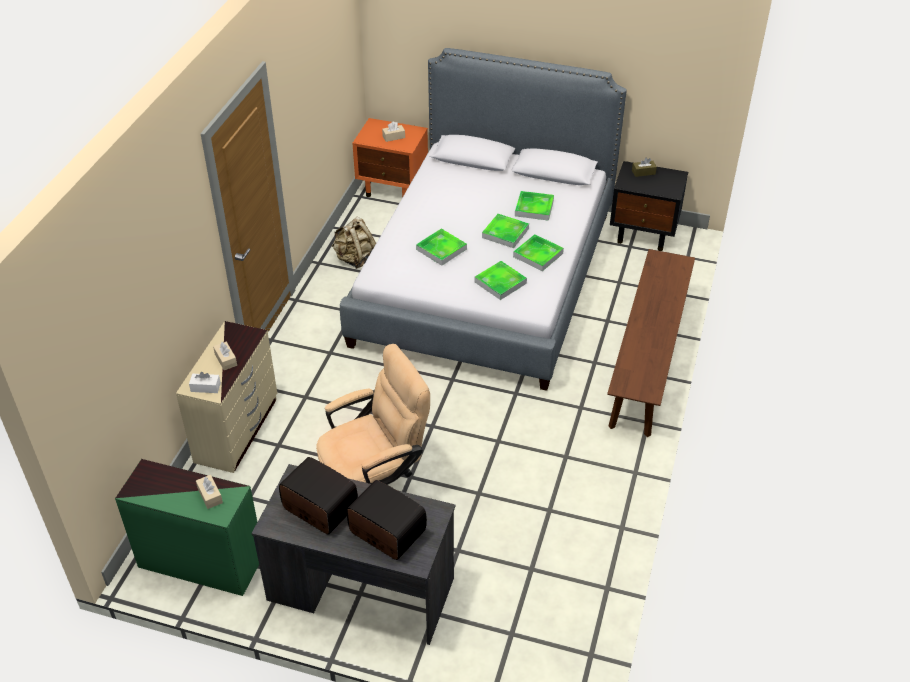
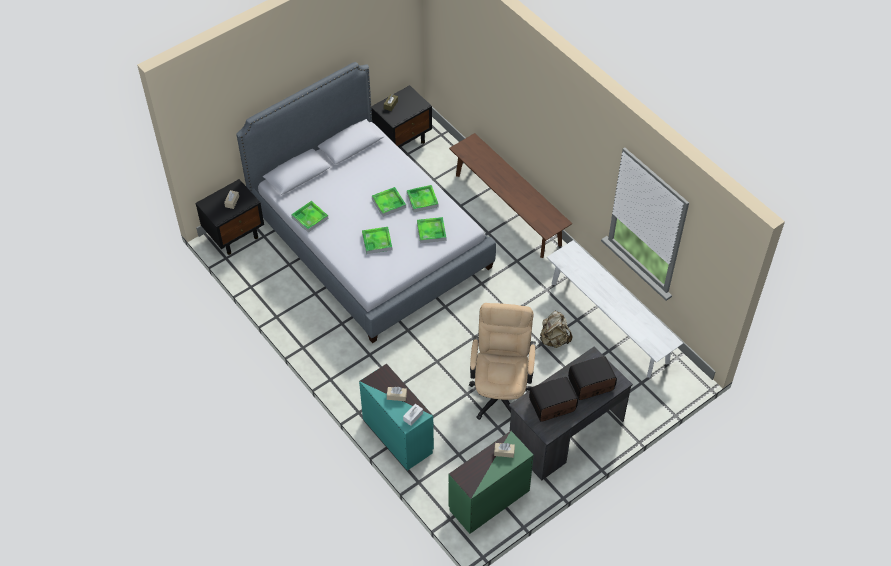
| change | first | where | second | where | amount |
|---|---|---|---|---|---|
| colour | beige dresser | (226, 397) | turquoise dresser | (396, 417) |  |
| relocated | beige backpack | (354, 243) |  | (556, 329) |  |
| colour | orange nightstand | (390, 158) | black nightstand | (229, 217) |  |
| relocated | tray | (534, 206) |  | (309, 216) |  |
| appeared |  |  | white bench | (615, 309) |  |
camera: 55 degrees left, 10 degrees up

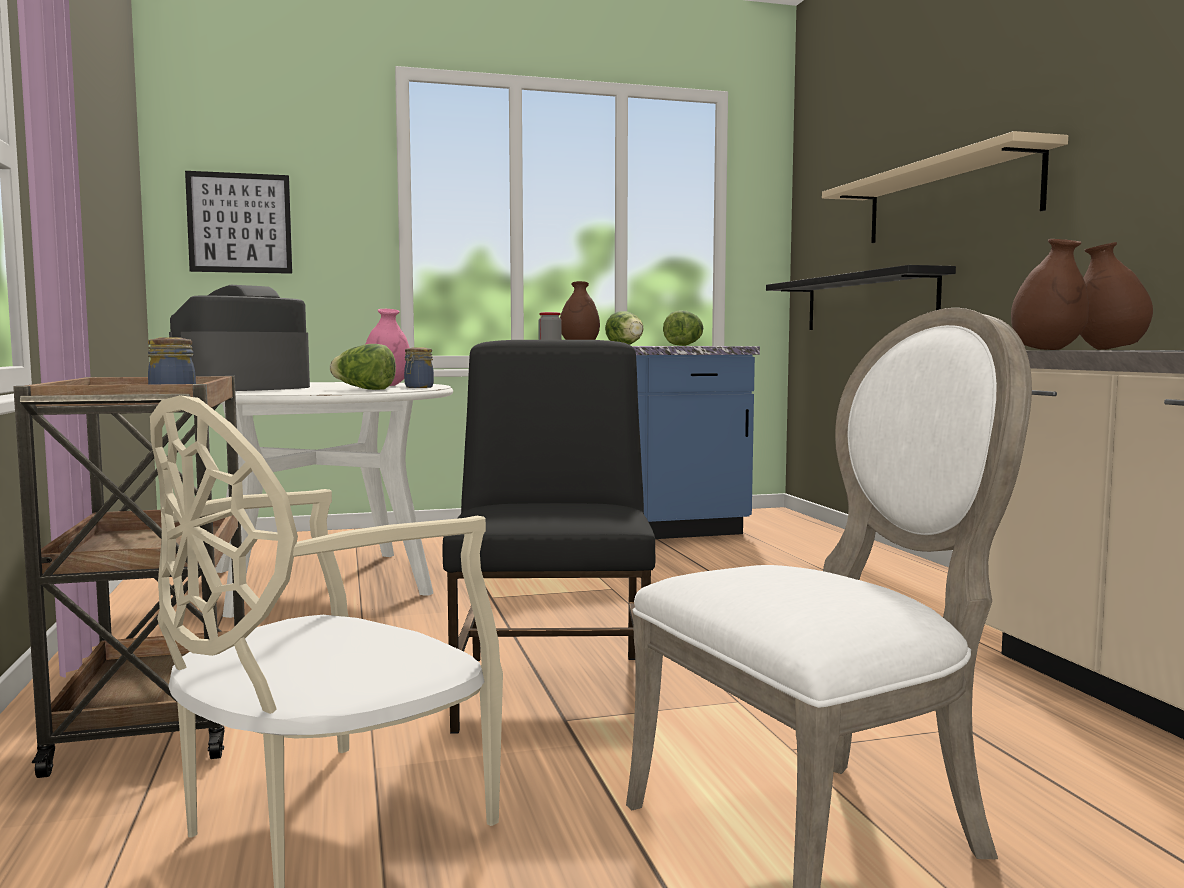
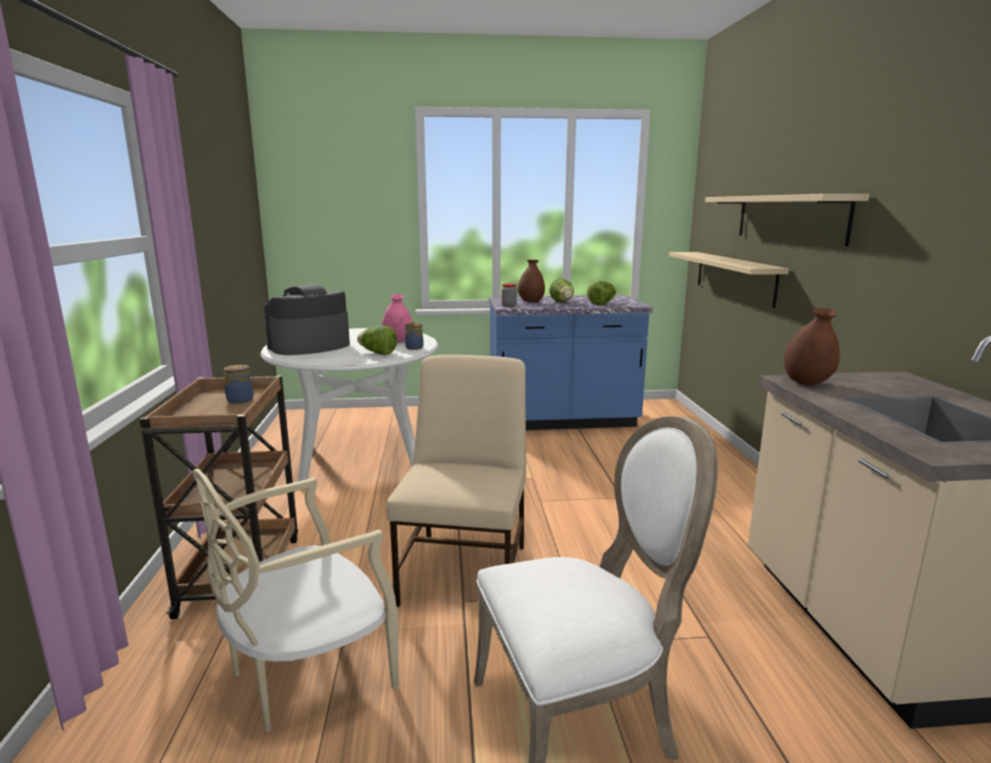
| change | first | where | second | where | amount |
|---|---|---|---|---|---|
| missing | picture | (238, 222) |  |  |  |
| colour | black chair | (549, 537) | beige chair | (456, 481) |  |
| colour | black shelf | (861, 297) | beige shelf | (729, 280) |  |
| missing | brown vase | (1116, 296) |  |  |  |
camera: 10 degrees right, 10 degrees up

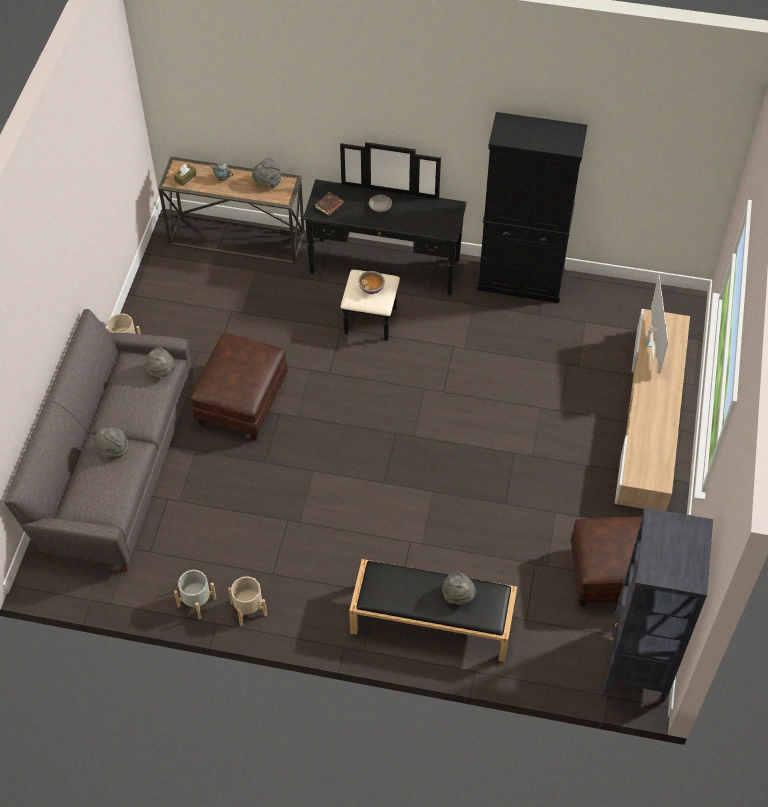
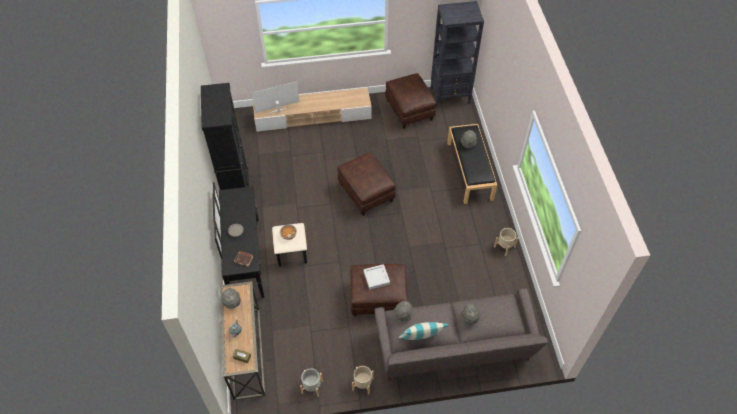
| change | first | where | second | where | amount |
|---|---|---|---|---|---|
| relocated | grey planter | (195, 594) |  | (311, 382) |  |
| appeared |  |  | brown ottoman | (366, 184) |  |
| appeared |  |  | grey tray | (376, 277) |  |
| appeared |  |  | pillow | (424, 331) |  |
camera: 110 degrees left, 0 degrees up

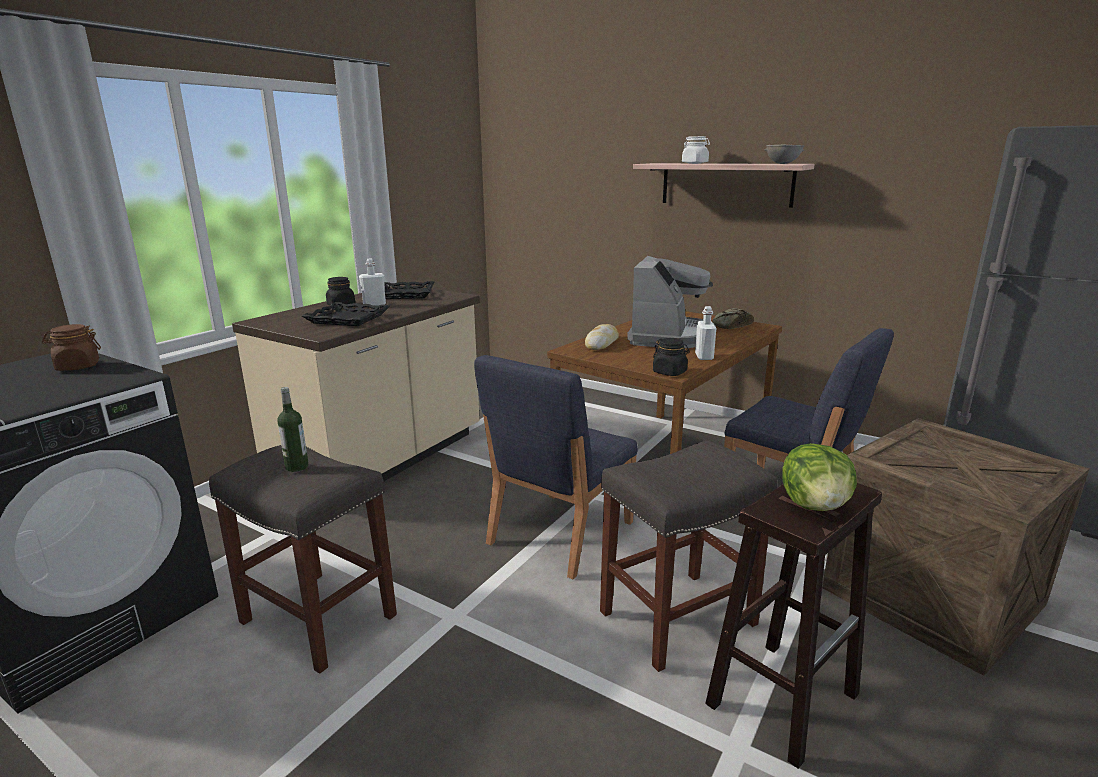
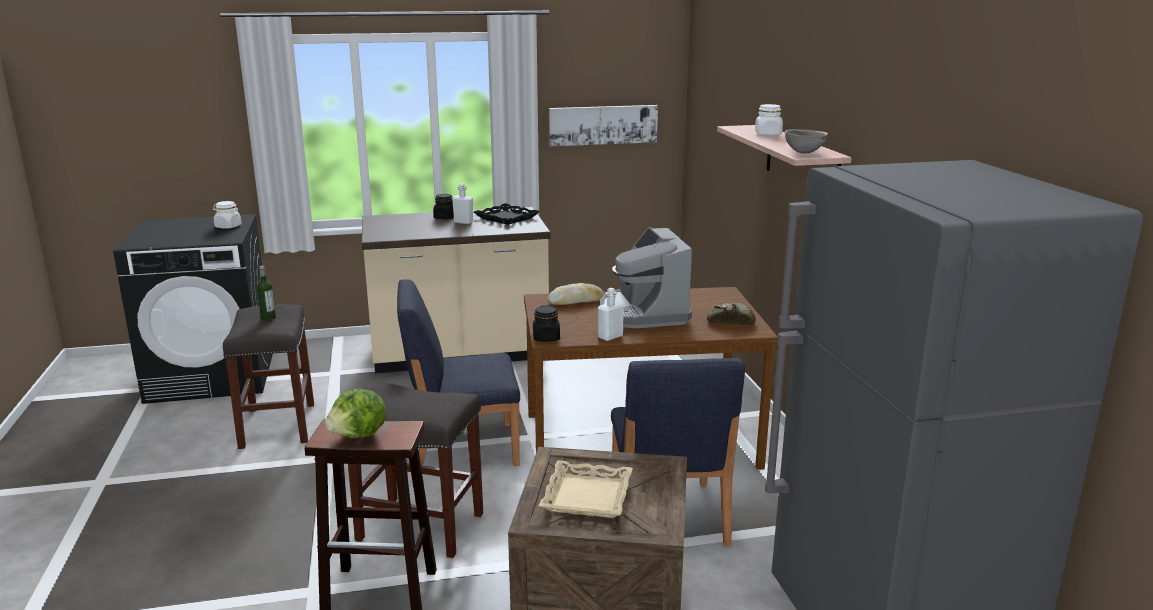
| change | first | where | second | where | amount |
|---|---|---|---|---|---|
| colour | brown jar | (71, 347) | white jar | (227, 215) |  |
| missing | black tray | (346, 314) |  |  |  |
| spun | coffee machine | (671, 302) |  | (646, 278) | 105 degrees clockwise |
| appeared |  |  | beige tray | (586, 489) |  |
| appeared |  |  | picture | (603, 125) |  |
camera: 45 degrees right, 0 degrees up

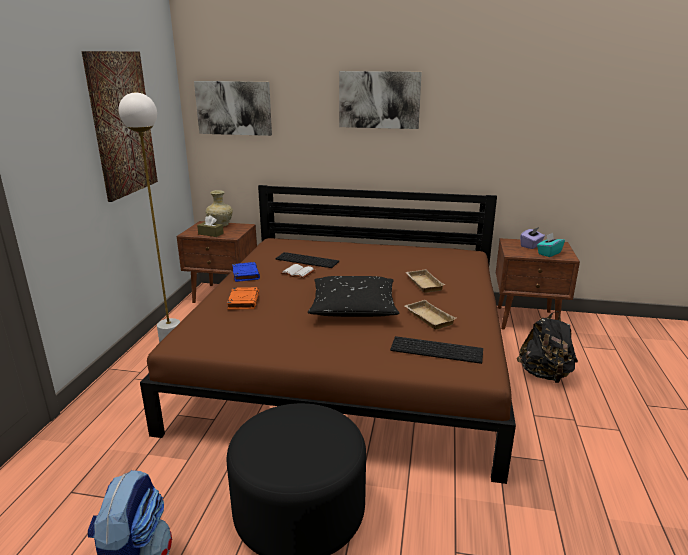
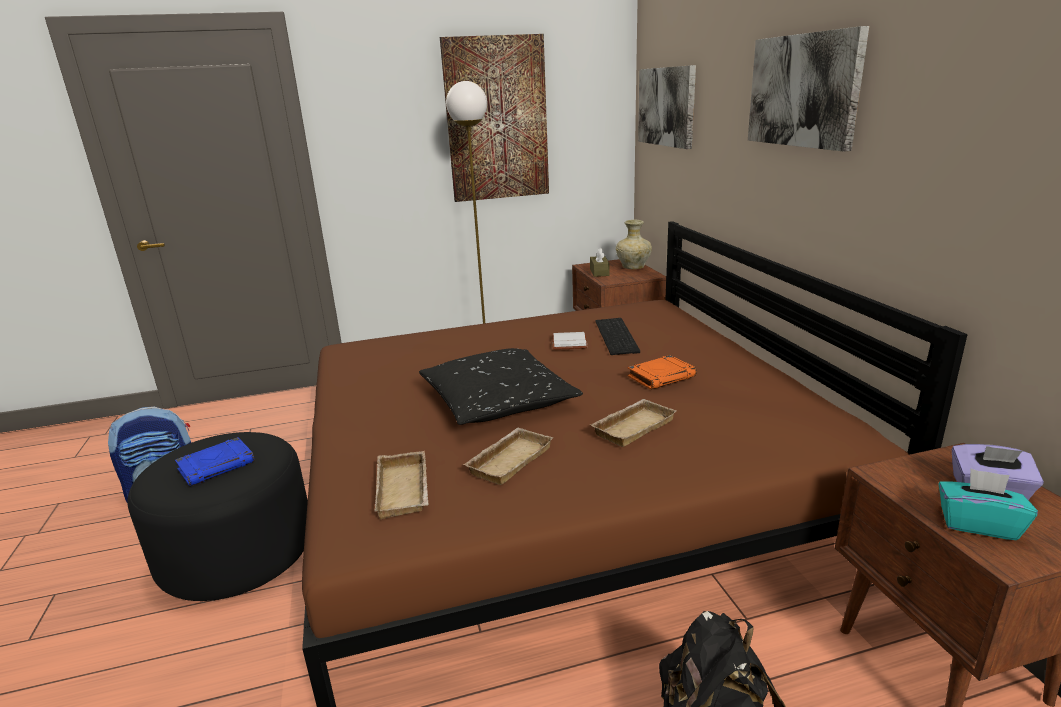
| change | first | where | second | where | amount |
|---|---|---|---|---|---|
| relocated | orange book | (243, 298) |  | (662, 372) |  |
| relocated | blue book | (246, 272) |  | (215, 461) |  |
| exchanged | keyboard | (436, 350) | beige tray | (401, 485) |  |
camera: 65 degrees right, 0 degrees up

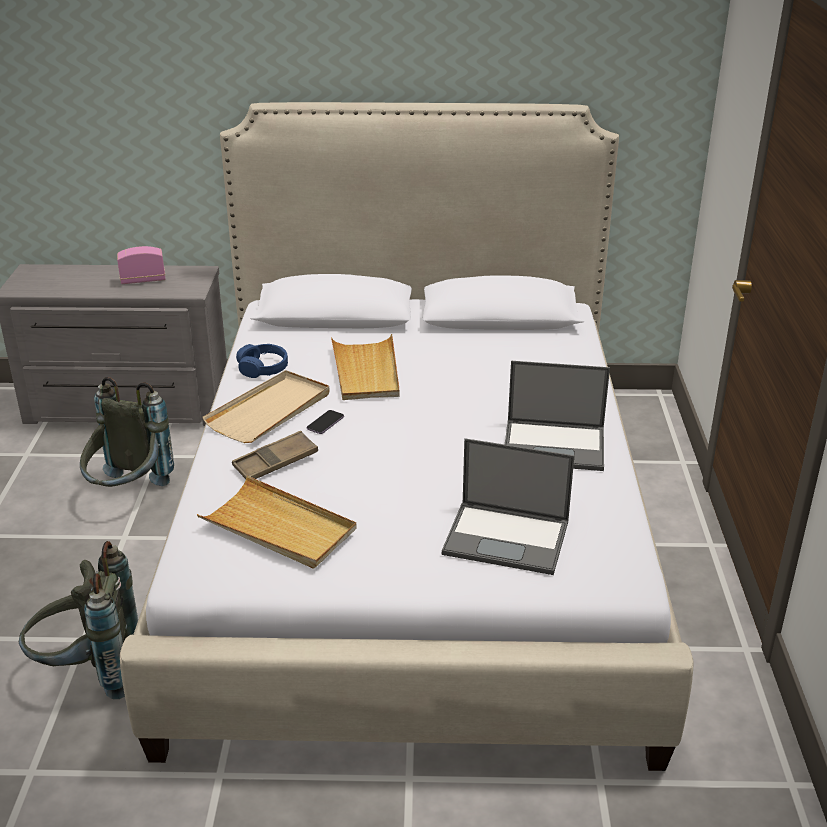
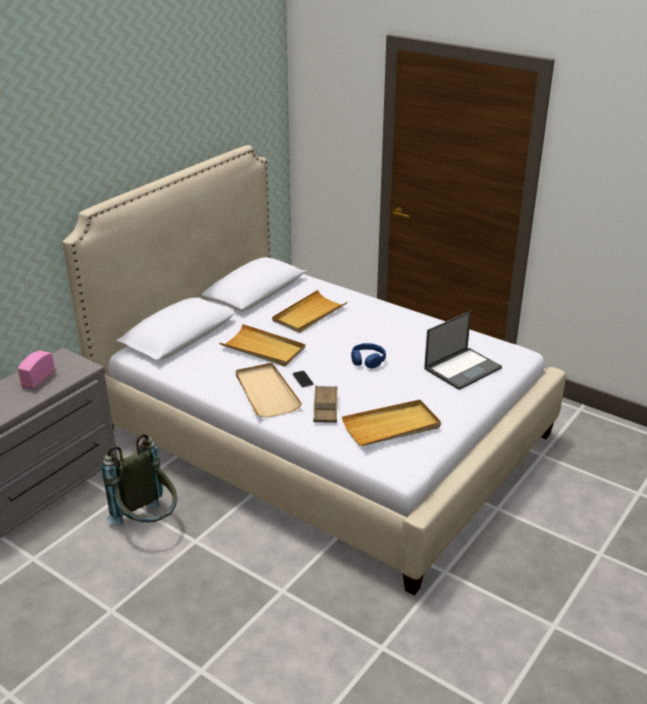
| change | first | where | second | where | amount |
|---|---|---|---|---|---|
| missing | grey backpack | (78, 620) |  |  |  |
| relocated | blue headphones | (262, 361) |  | (368, 356) |  |
| missing | laptop | (557, 416) |  |  |  |
| appeared |  |  | beige tray | (309, 311) |  |
camera: 55 degrees left, 0 degrees up

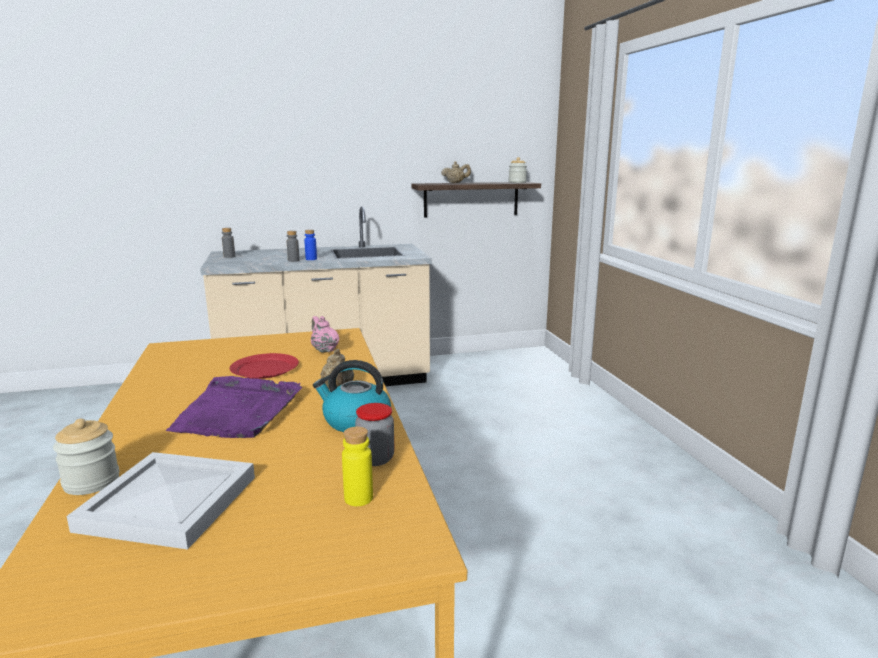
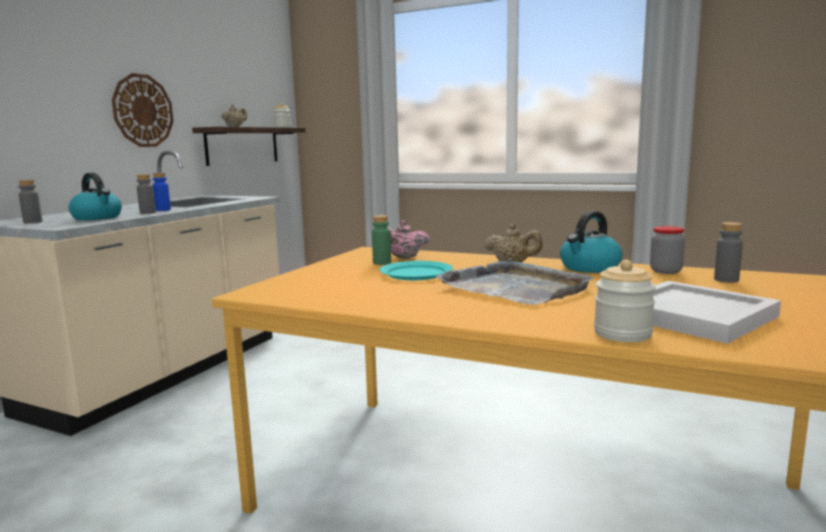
| change | first | where | second | where | amount |
|---|---|---|---|---|---|
| colour | purple tray | (233, 407) | grey tray | (514, 281) |  |
| colour | red plate | (264, 366) | turquoise plate | (416, 270) |  |
| colour | yellow bottle | (357, 466) | grey bottle | (728, 252) |  |
| appeared |  |  | kettle | (95, 196) |  |
| appeared |  |  | wall clock | (143, 110) |  |
| appeared |  |  | green bottle | (381, 240) |  |
camera: 50 degrees left, 5 degrees down

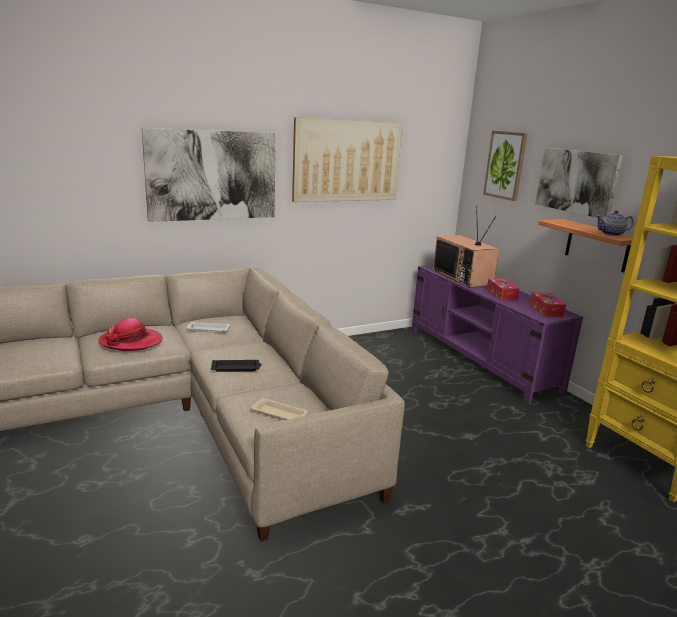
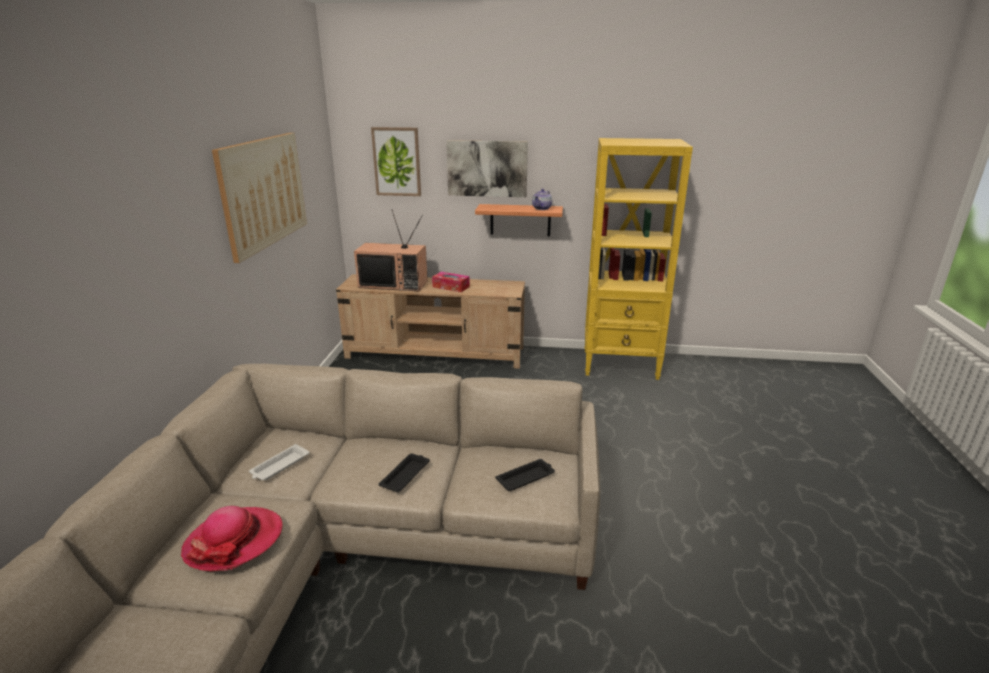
| change | first | where | second | where | amount |
|---|---|---|---|---|---|
| missing | picture | (209, 175) |  |  |  |
| colour | beige tray | (279, 408) | black tray | (525, 475) |  |
| colour | purple tv stand | (497, 334) | beige tv stand | (430, 321) |  |
| missing | tissue box | (548, 304) |  |  |  |
camera: 55 degrees left, 5 degrees up

